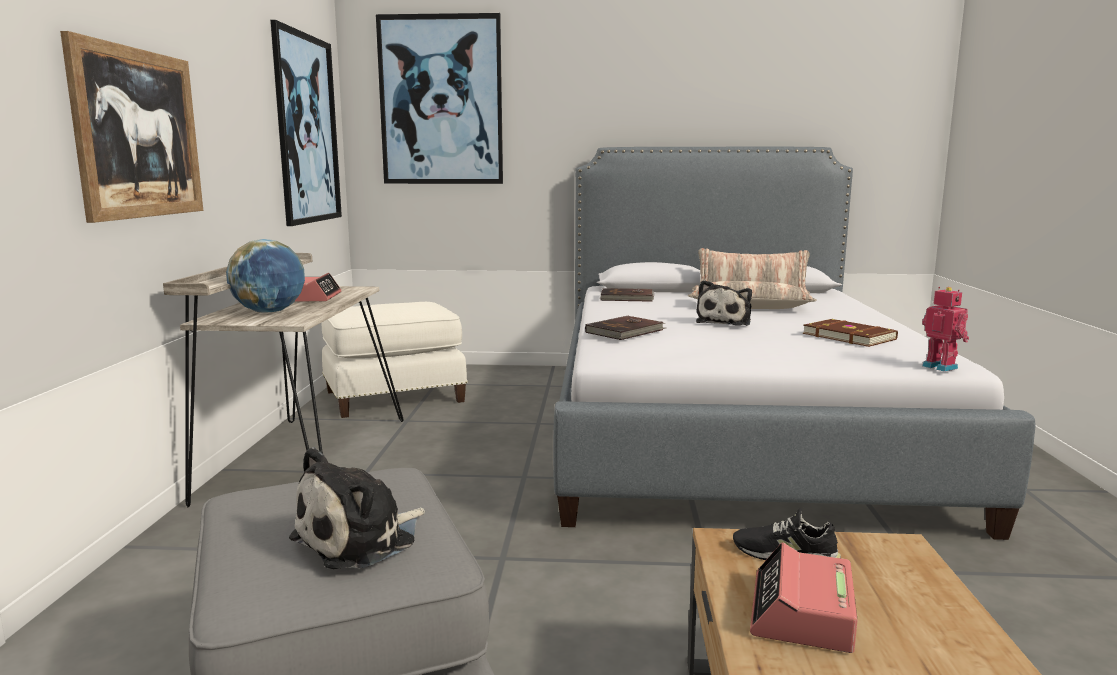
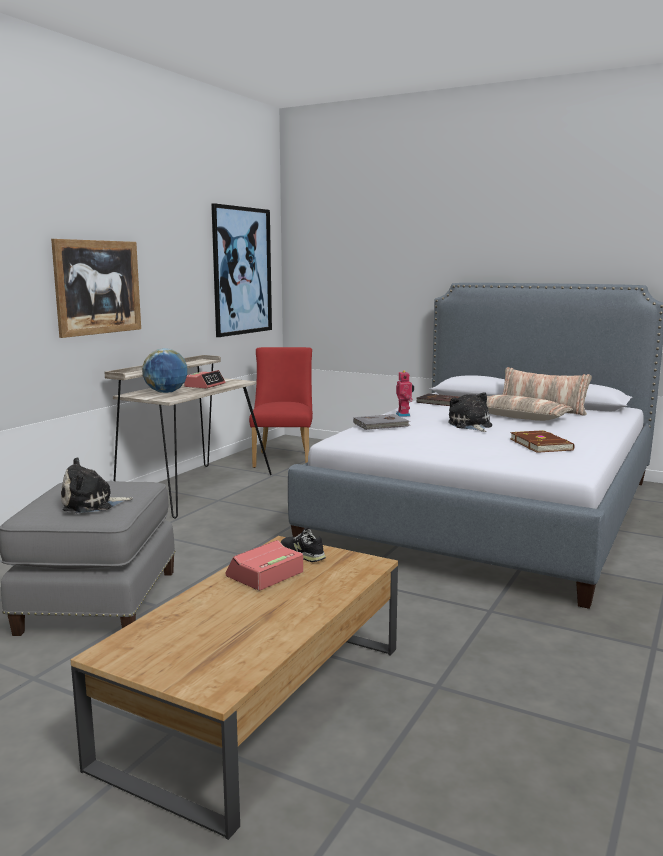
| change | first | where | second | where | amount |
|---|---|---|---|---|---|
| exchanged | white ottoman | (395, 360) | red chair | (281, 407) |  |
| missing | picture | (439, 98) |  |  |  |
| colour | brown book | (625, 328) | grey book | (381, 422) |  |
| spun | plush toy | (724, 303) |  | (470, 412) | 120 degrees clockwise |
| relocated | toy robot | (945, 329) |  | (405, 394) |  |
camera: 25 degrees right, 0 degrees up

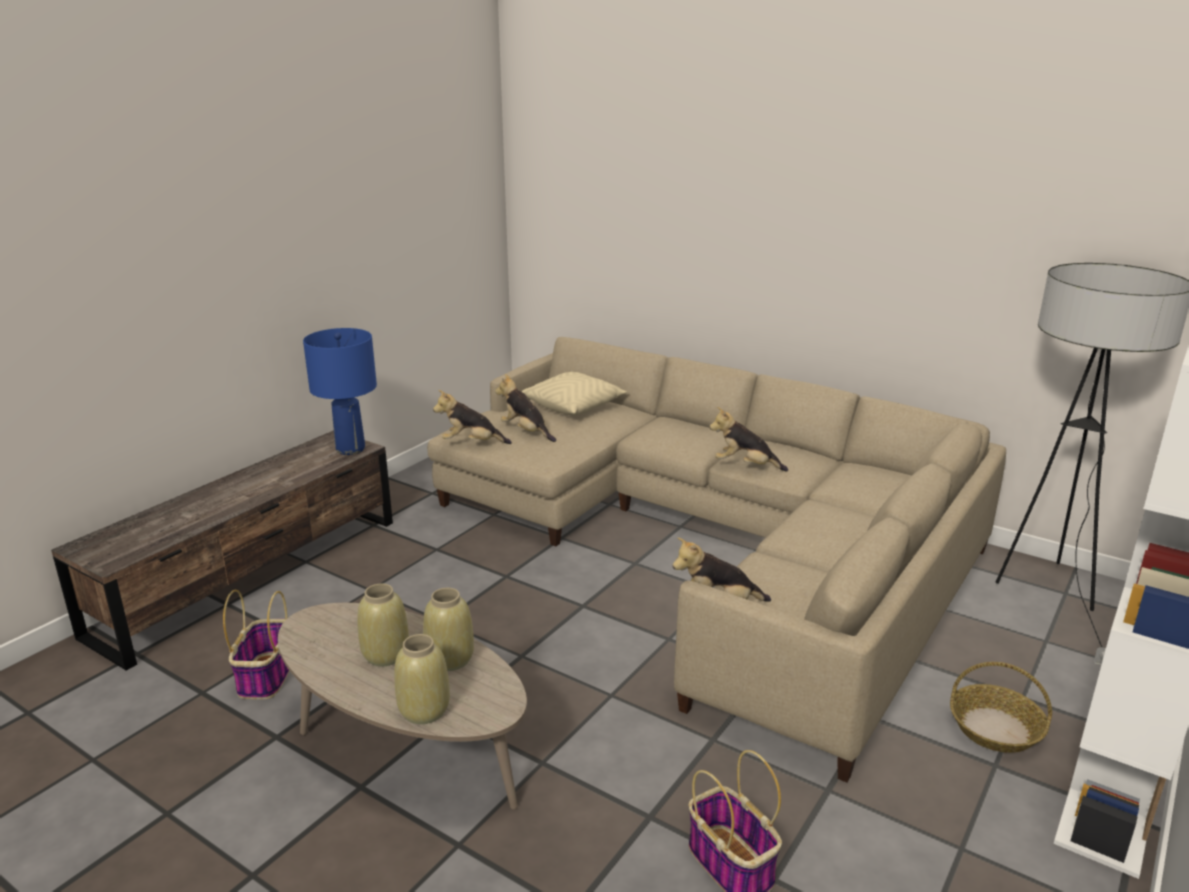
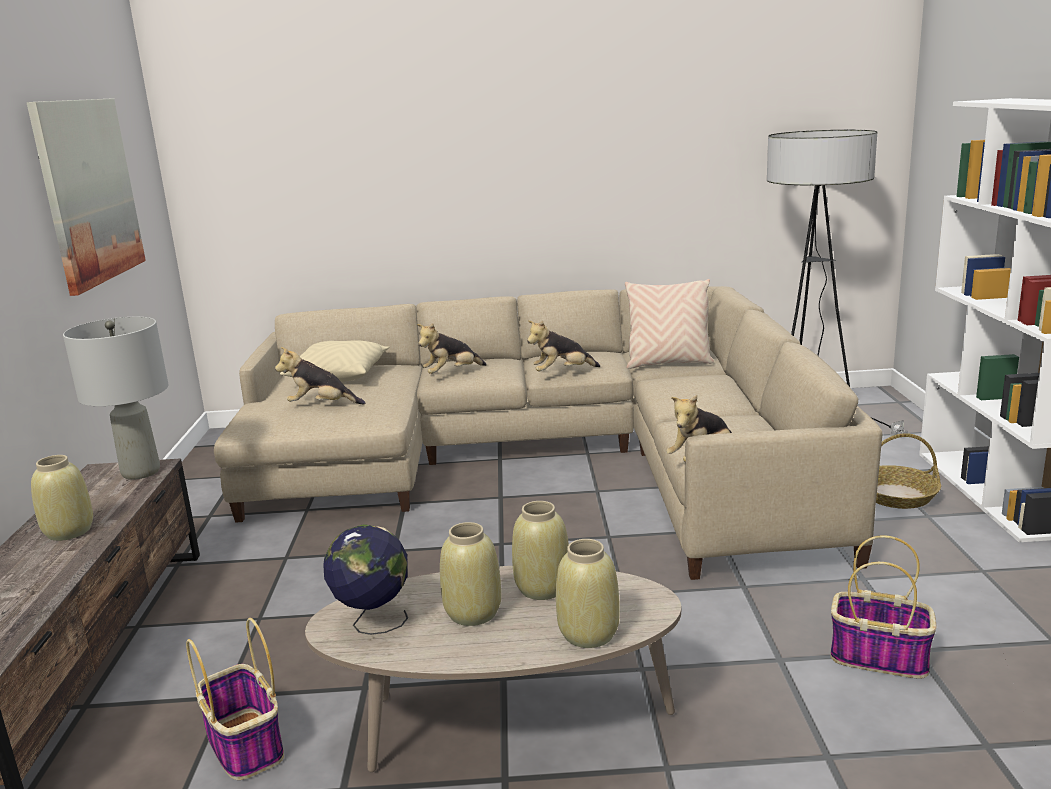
| change | first | where | second | where | amount |
|---|---|---|---|---|---|
| colour | blue table lamp | (340, 391) | grey table lamp | (116, 398) |  |
| relocated | plush toy | (472, 417) |  | (452, 348) |  |
| appeared |  |  | picture | (86, 197) |  |
| appeared |  |  | beige vase | (62, 498) |  |
| appeared |  |  | globe | (365, 579) |  |
| appeared |  |  | beige pillow | (669, 324) |  |
camera: 35 degrees left, 5 degrees down

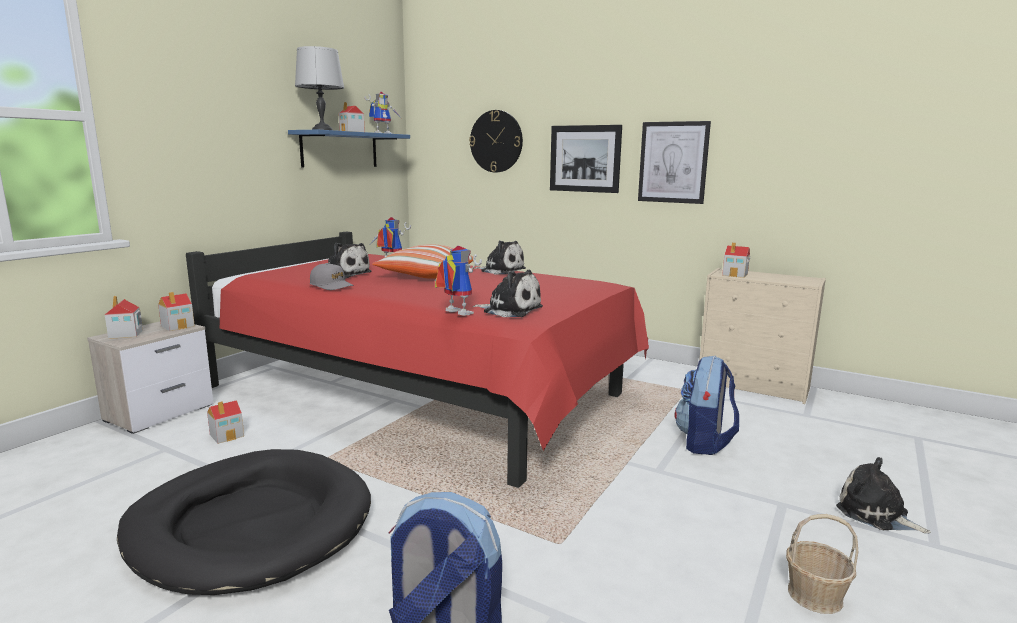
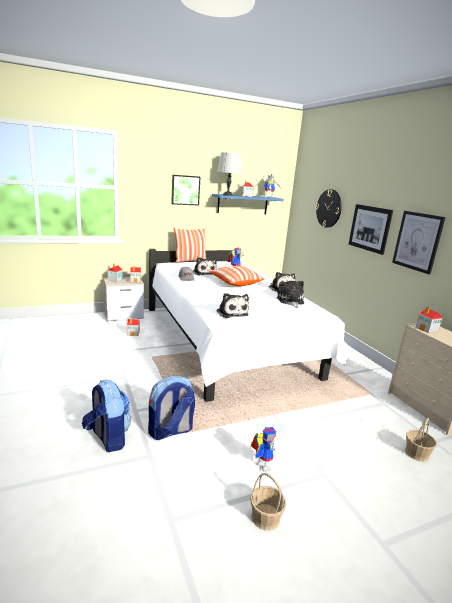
| change | first | where | second | where | amount |
|---|---|---|---|---|---|
| missing | black dog bed | (244, 522) |  |  |  |
| colour | red bed | (417, 360) | white bed | (249, 325) |  |
| relocated | toy robot | (458, 281) |  | (264, 449) |  |
| relocated | backpack | (706, 405) |  | (171, 408) |  |
| relocated | plush toy | (883, 495) |  | (290, 294) |  |
| appeared |  |  | picture | (186, 190) |  |
| appeared |  |  | pillow | (190, 245) |  |
| appeared |  |  | basket | (421, 440) |  |
camera: 35 degrees right, 5 degrees up

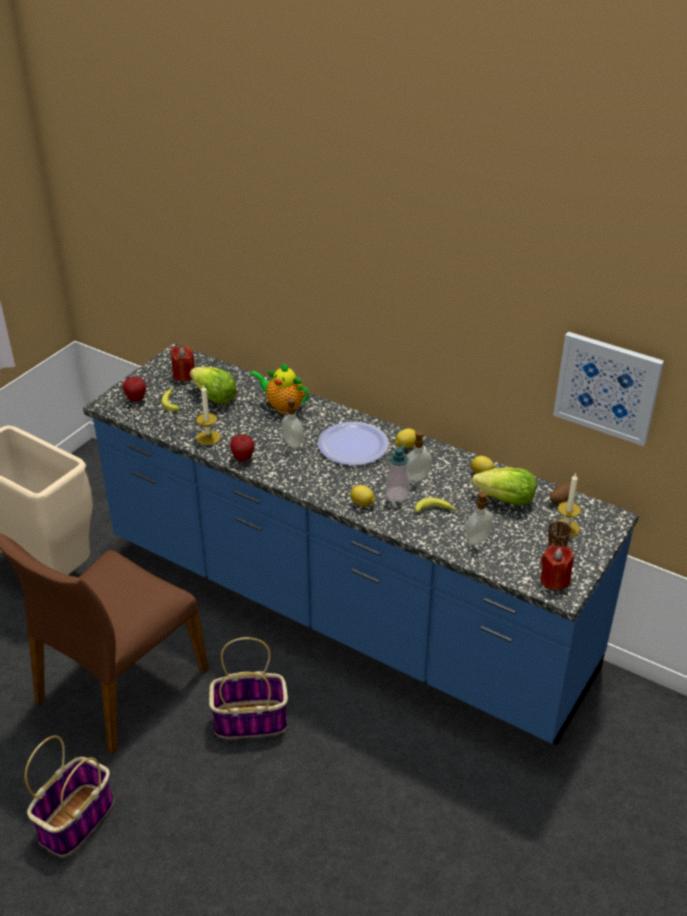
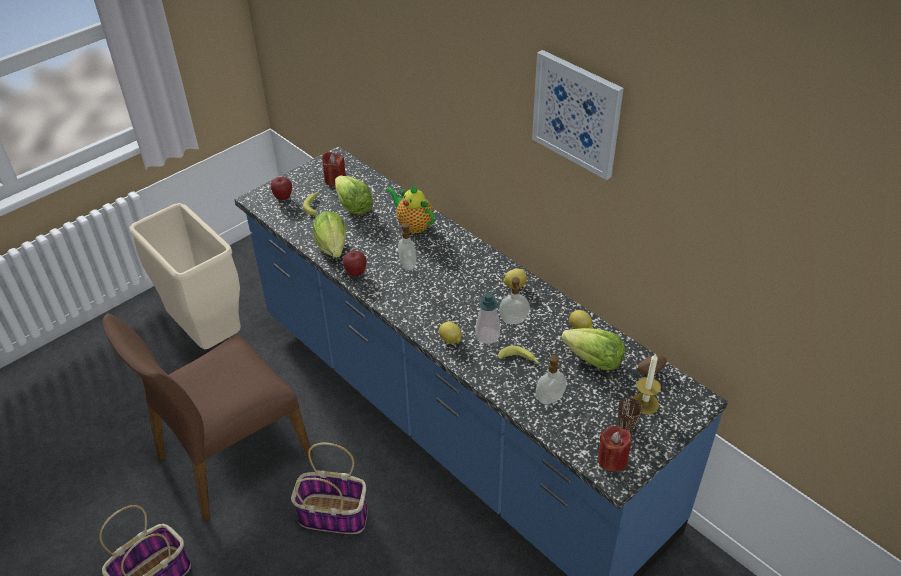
| change | first | where | second | where | amount |
|---|---|---|---|---|---|
| exchanged | candle | (208, 415) | lettuce | (329, 234) |  |
| missing | plate | (353, 443) |  |  |  |
| relocated | picture | (608, 389) |  | (578, 115) |  |
camera: 15 degrees right, 5 degrees up

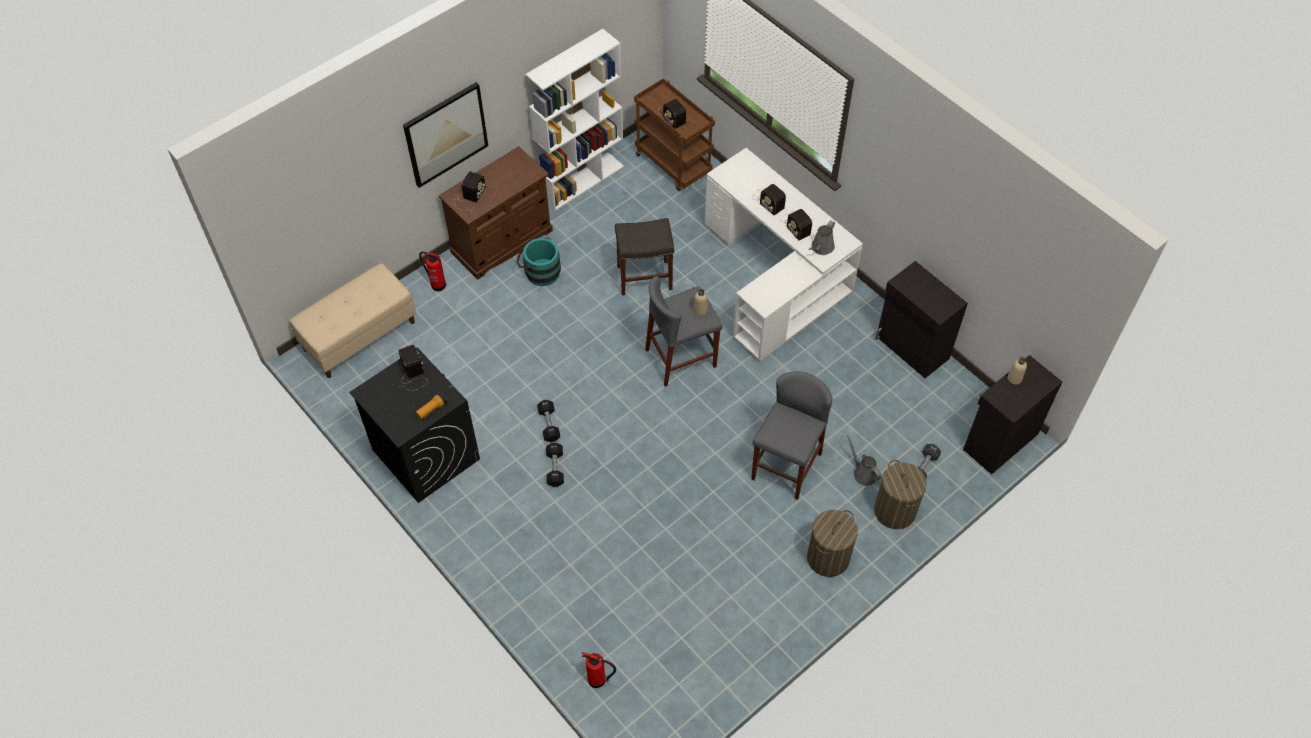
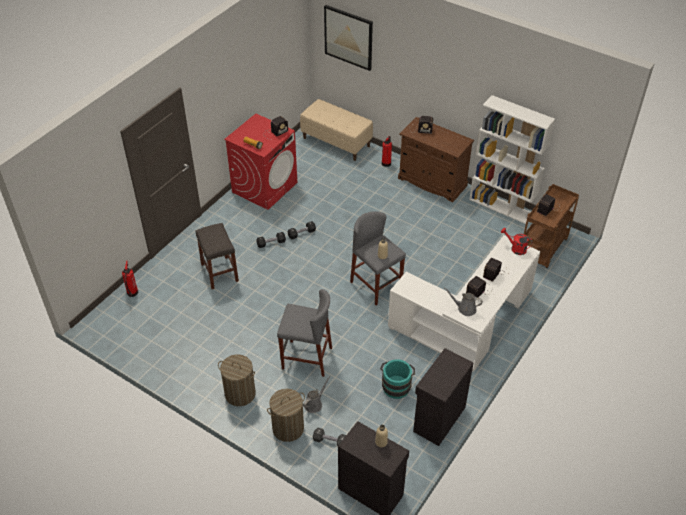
| change | first | where | second | where | amount |
|---|---|---|---|---|---|
| colour | black washing machine | (414, 425) | red washing machine | (260, 162) |  |
| relocated | picture | (445, 135) |  | (348, 38) |  |
| relocated | turquoise bucket | (538, 262) |  | (397, 379) |  |
| relocated | grey stool | (644, 256) |  | (217, 256) |  |
| appeared |  |  | red watering can | (517, 241) |  |
camera: 75 degrees right, 10 degrees down

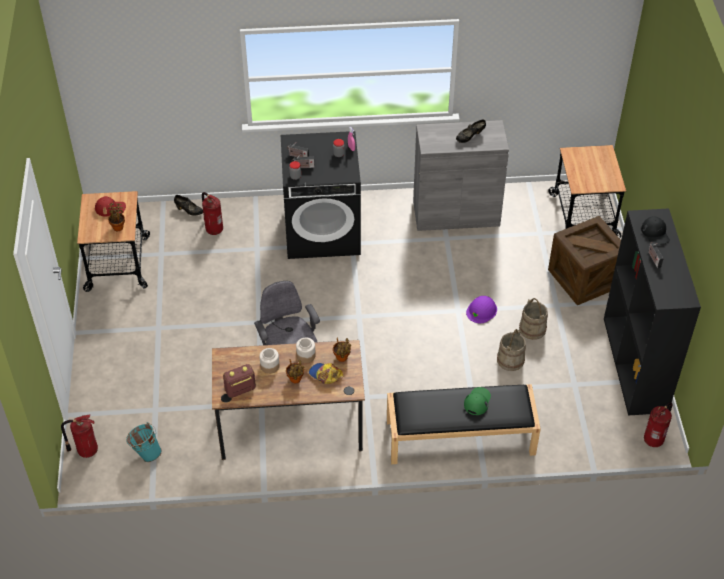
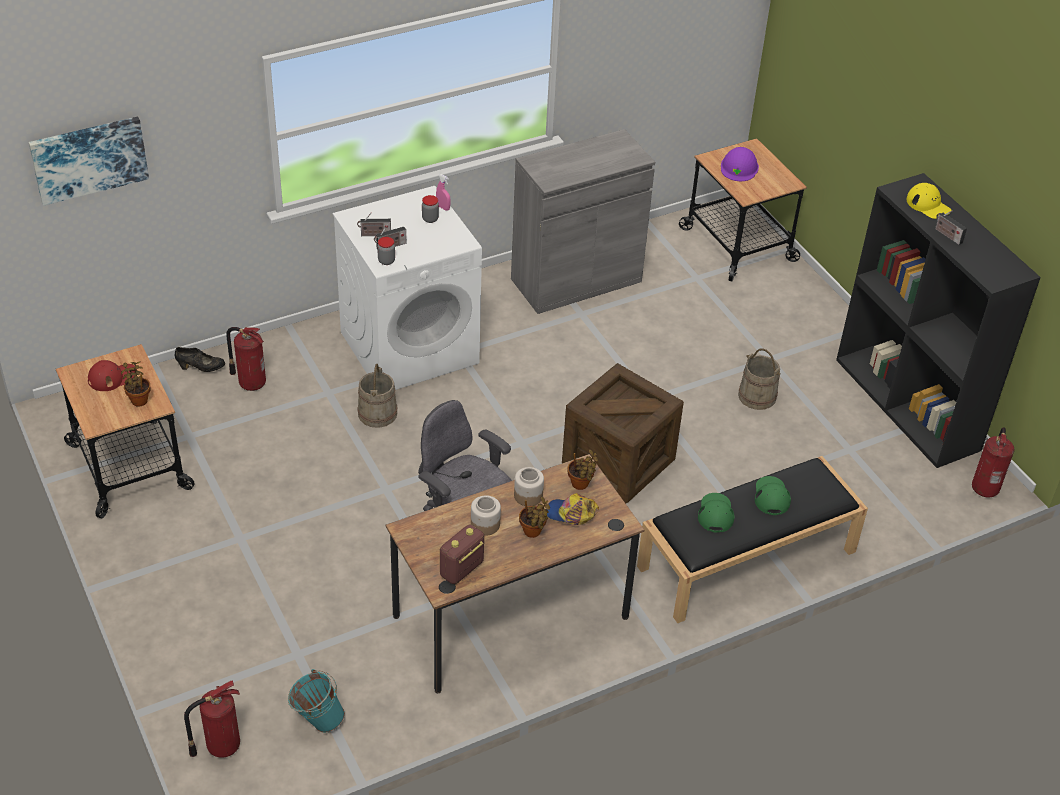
| change | first | where | second | where | amount |
|---|---|---|---|---|---|
| colour | black washing machine | (321, 195) | white washing machine | (407, 288) |  |
| missing | black shoe | (471, 131) |  |  |  |
| relocated | purple hard hat | (481, 309) |  | (740, 164) |  |
| relocated | beige bucket | (511, 350) |  | (377, 396) |  |
| relocated | crate | (584, 260) |  | (623, 433) |  |
| colour | black cap | (655, 230) | yellow cap | (929, 201) |  |
| appeared |  |  | picture | (89, 161) |  |
| appeared |  |  | green cap | (716, 513) |  |
camera: 25 degrees left, 5 degrees down

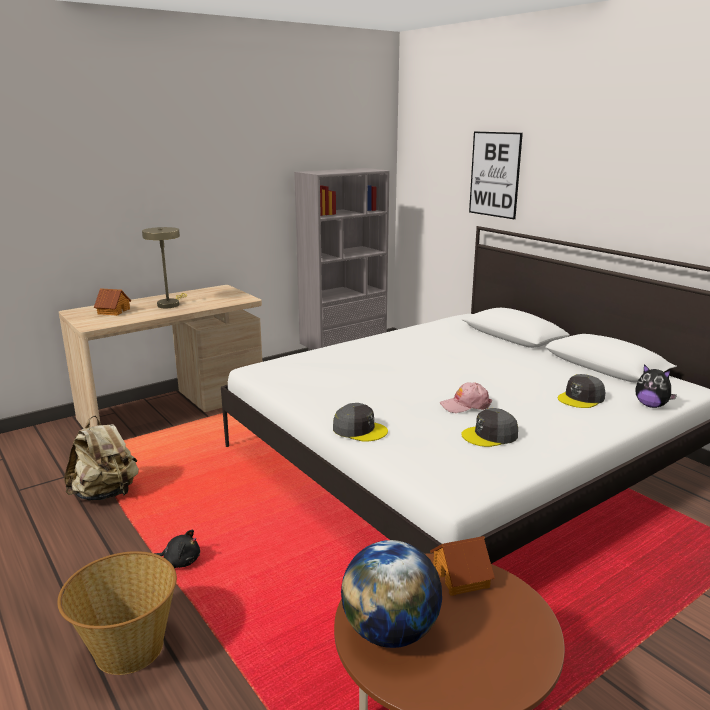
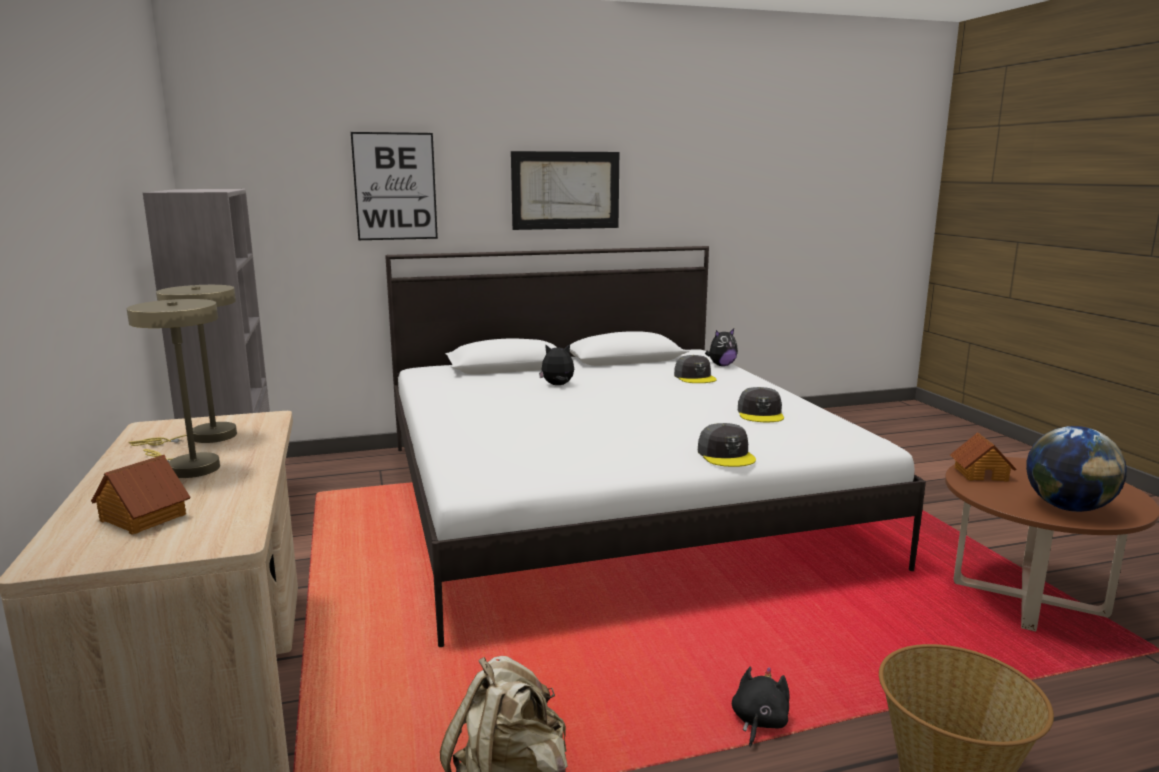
| change | first | where | second | where | amount |
|---|---|---|---|---|---|
| spun | grey cap | (360, 422) |  | (727, 445) | 120 degrees clockwise |
| missing | pink cap | (466, 397) |  |  |  |
| appeared |  |  | beige table lamp | (182, 365) |  |
| appeared |  |  | picture | (565, 190) |  |
| appeared |  |  | plush toy | (556, 364) |  |
camera: 70 degrees left, 5 degrees down

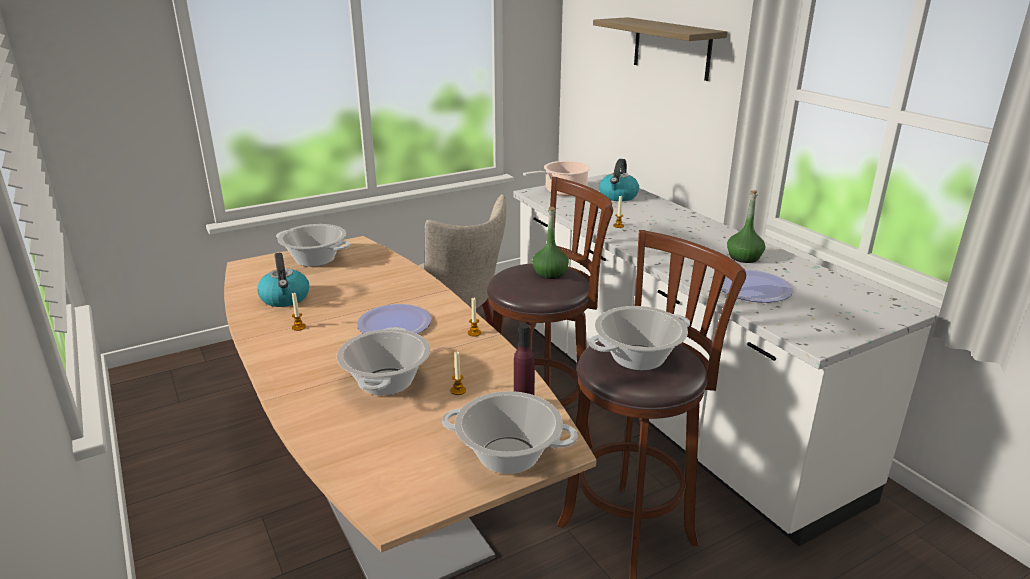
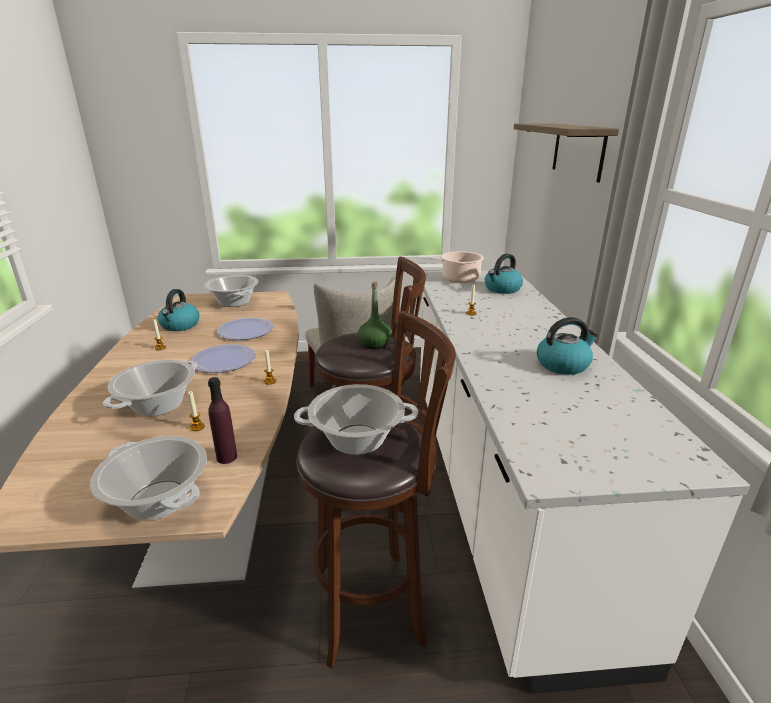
| change | first | where | second | where | amount |
|---|---|---|---|---|---|
| relocated | plate | (757, 286) |  | (245, 329) |  |
| exchanged | green bottle | (746, 226) | kettle | (568, 346) |  |
camera: 25 degrees right, 0 degrees up

